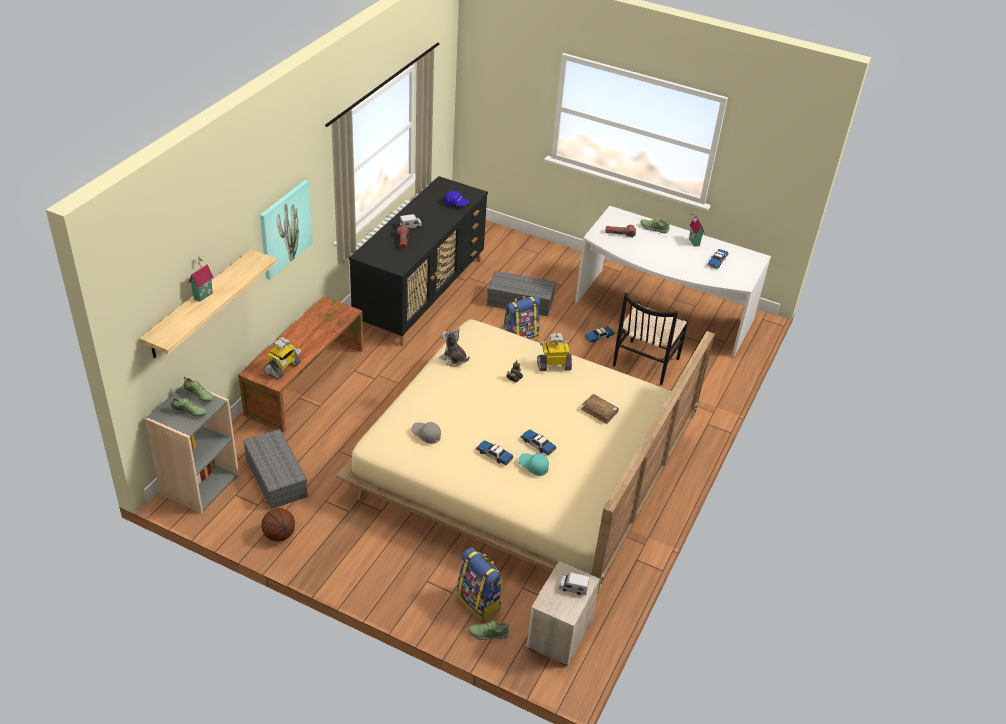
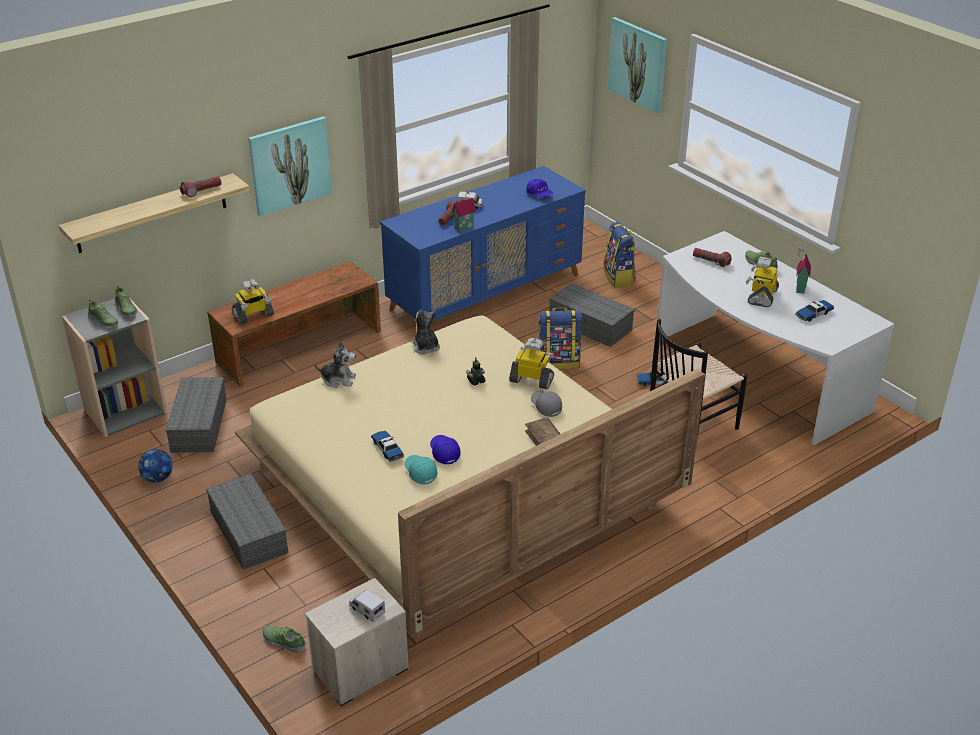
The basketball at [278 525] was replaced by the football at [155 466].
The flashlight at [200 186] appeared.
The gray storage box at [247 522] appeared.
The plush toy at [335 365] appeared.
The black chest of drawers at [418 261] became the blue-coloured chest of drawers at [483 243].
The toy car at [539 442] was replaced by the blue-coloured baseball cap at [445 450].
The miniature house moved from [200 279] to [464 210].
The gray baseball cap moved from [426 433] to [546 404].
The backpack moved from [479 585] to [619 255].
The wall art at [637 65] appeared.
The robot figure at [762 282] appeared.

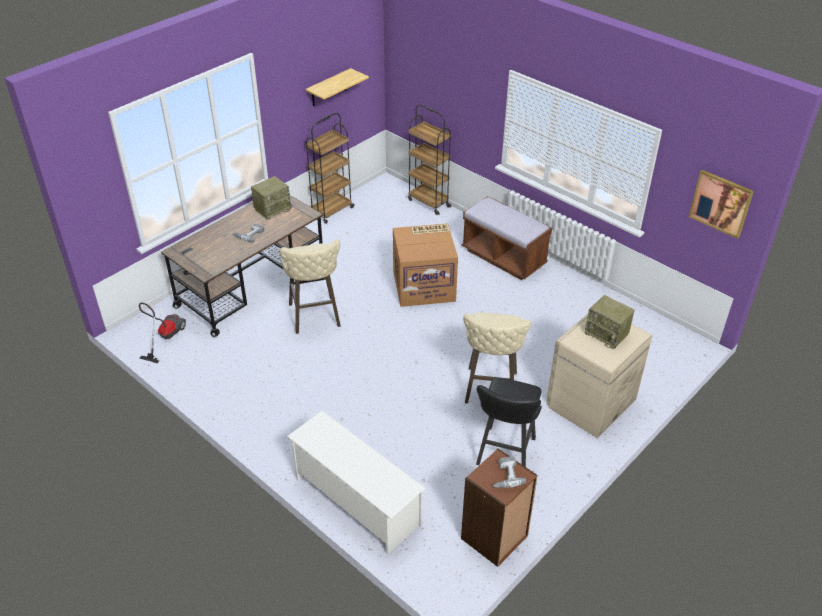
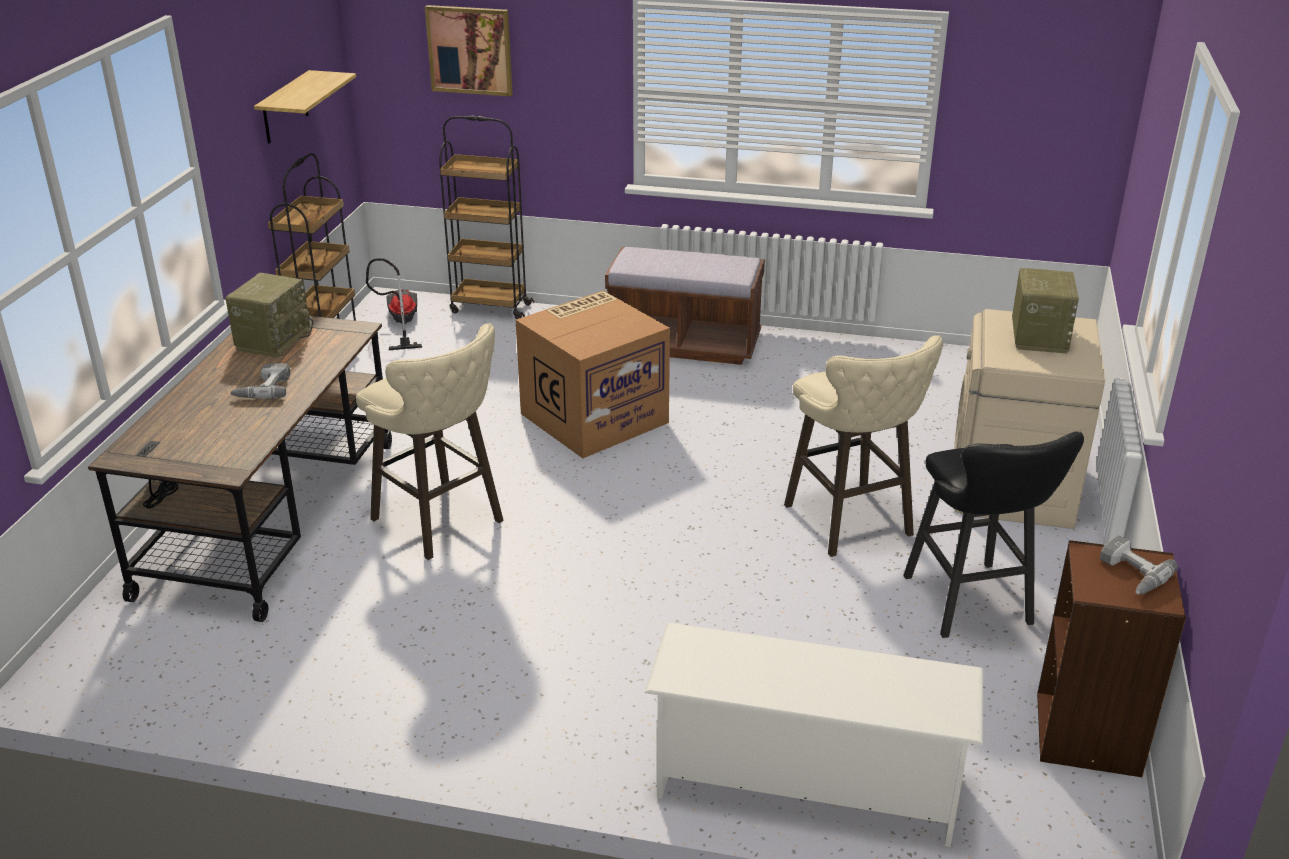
The hoover moved from [162 333] to [394 304].
The wall art moved from [721 204] to [469 50].
The radio set at [610 322] turned 90 degrees counterclockwise.

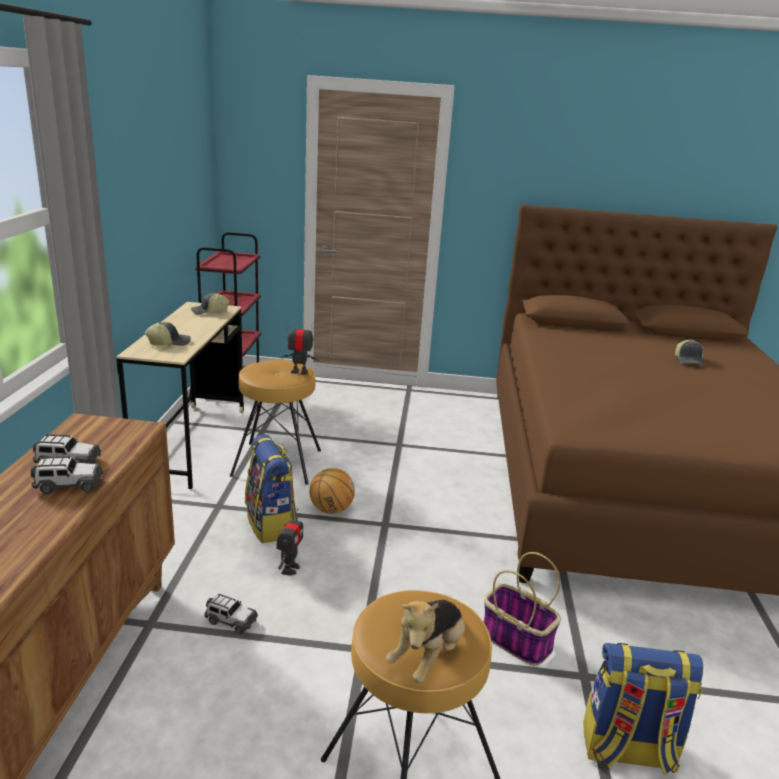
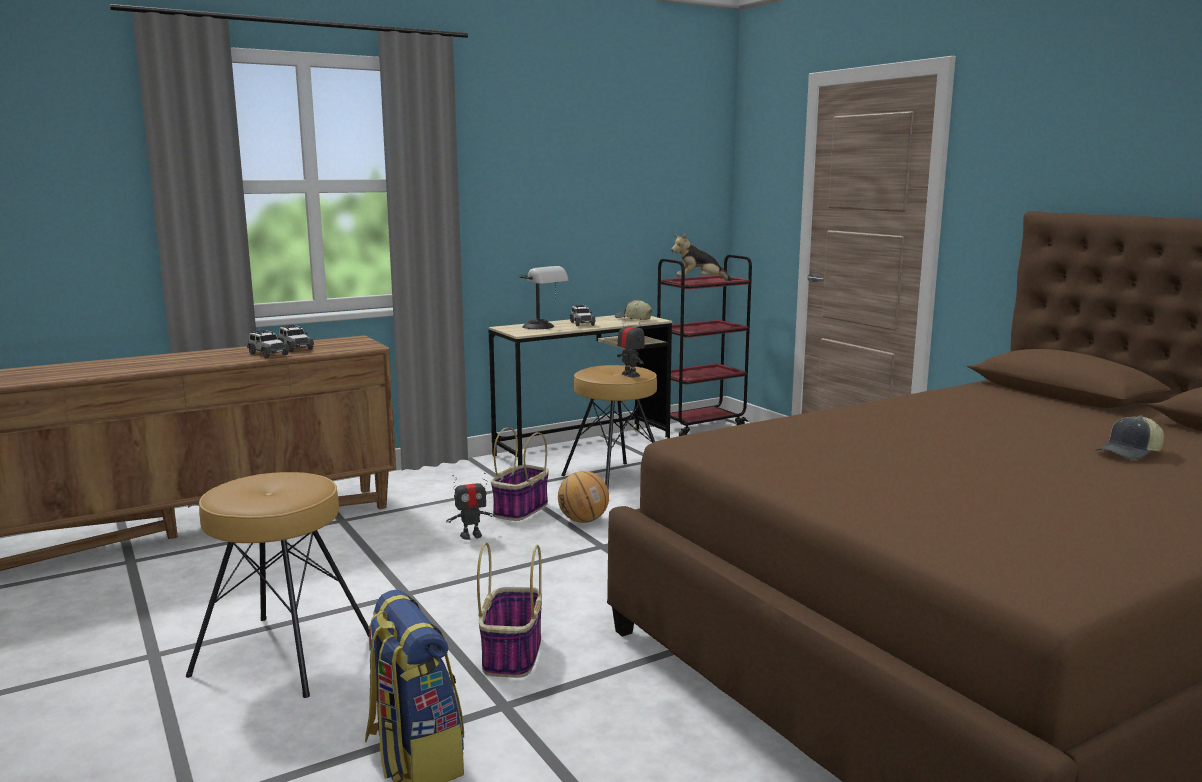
The backpack at [271 488] was replaced by the storage basket at [520 474].
The baseball cap at [168 334] was replaced by the lamp for a table at [543 297].
The toy car moved from [231 614] to [583 315].
The plush toy moved from [425 641] to [702 257].

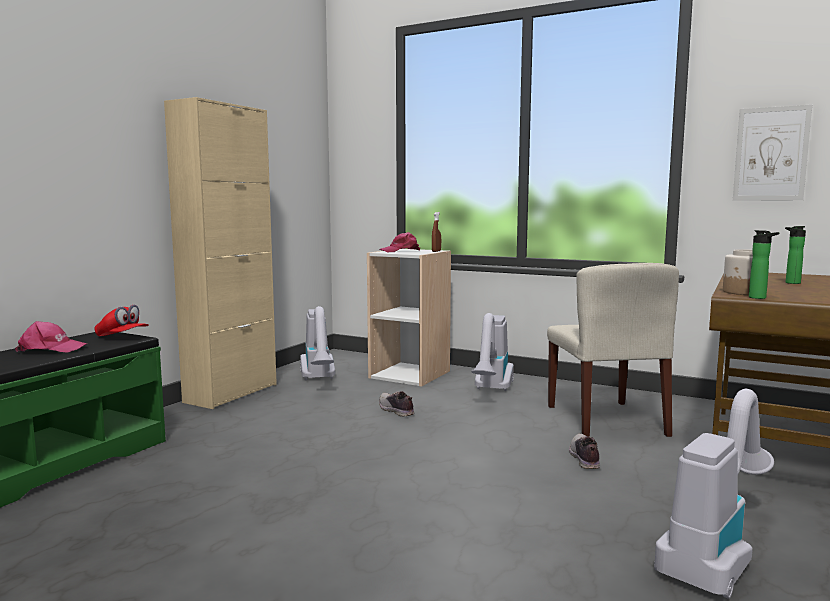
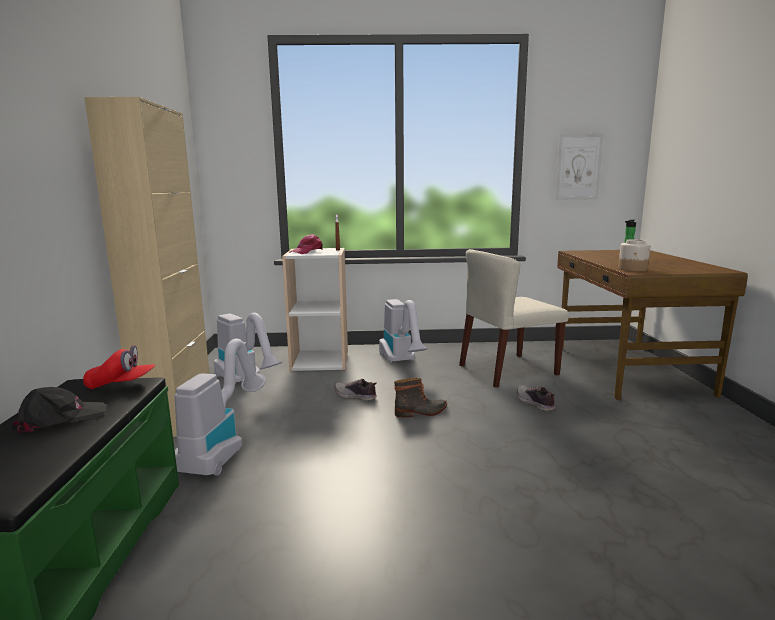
The pink-coloured baseball cap at [51 337] became the black baseball cap at [59 410].
The hoover moved from [714 494] to [220 407].
The tall boot at [420 398] appeared.
The beige-coloured plain chair at [613 350] turned 105 degrees clockwise.
The drink bottle at [764 264] disappeared.

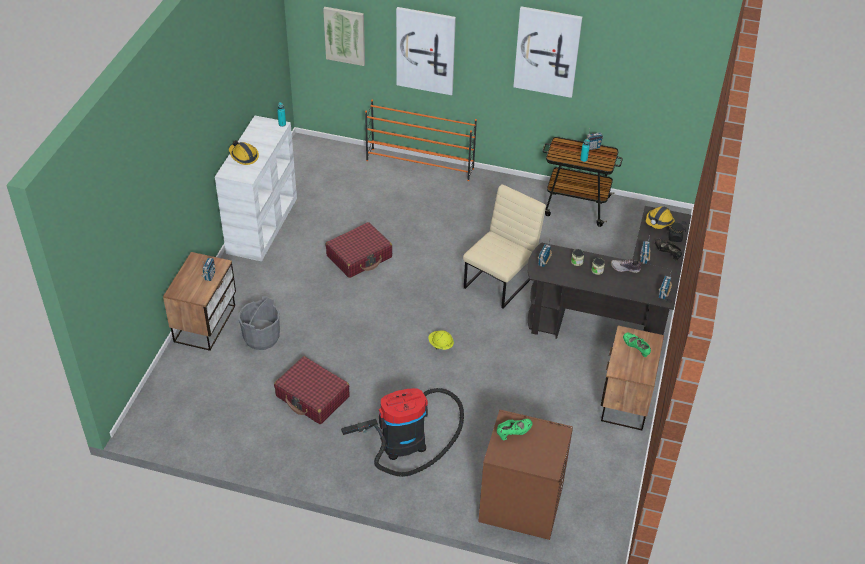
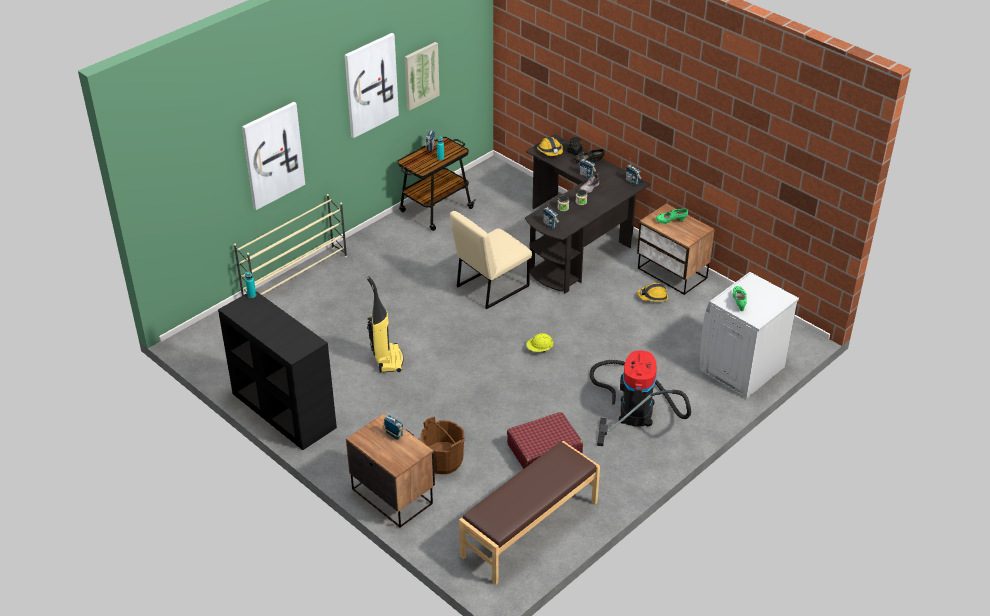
The whitish bookshelf at [256 188] became the black bookshelf at [277 370].
The orange shoe stand at [421 140] became the beige-coloured shoe stand at [290 245].
The reddish travel case at [359 250] was replaced by the hoover at [385 324].
The wall art moved from [344 36] to [422 76].
The gray pail at [259 323] became the brown pail at [443 445].
The beige-coloured plain chair at [504 246] turned 105 degrees counterclockwise.
The brown indoor bench at [529 513] appeared.
The hard hat moved from [244 152] to [652 292].
The brown laundry machine at [525 475] became the whitish laundry machine at [749 335].

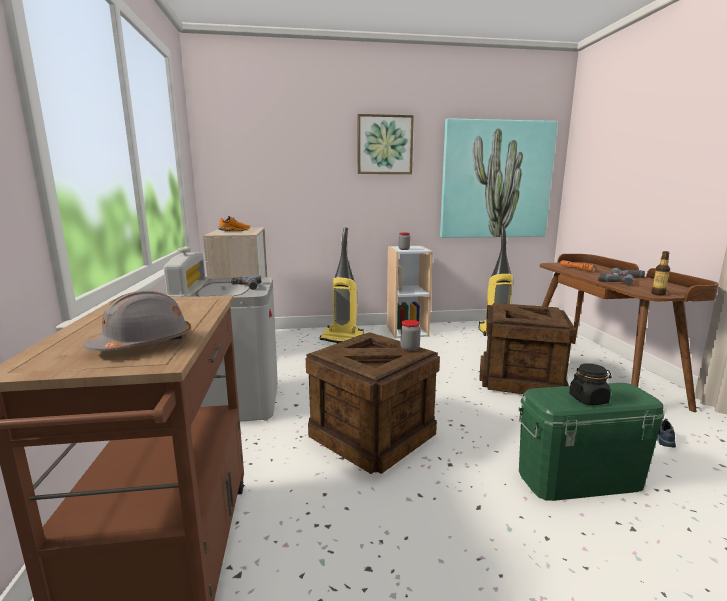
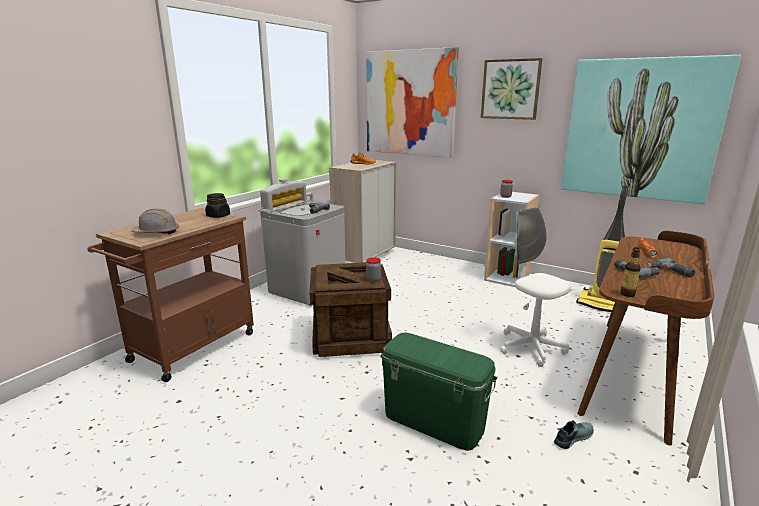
The black preserve jar moved from [590 384] to [217 205].
The wall art at [412 102] appeared.
The packing crate at [527 348] was replaced by the whitish office chair at [535 287].
The hoover at [342 285] disappeared.

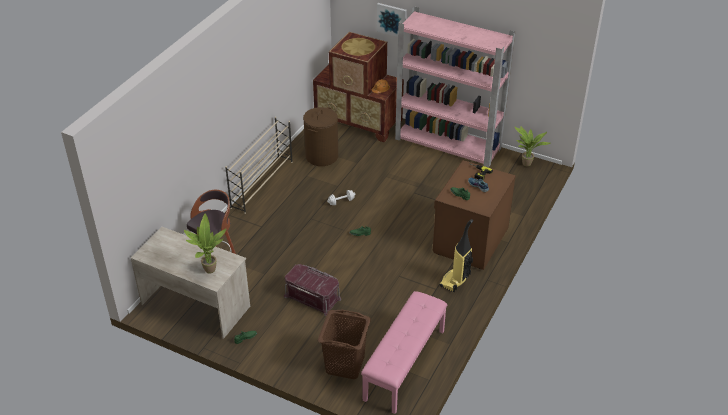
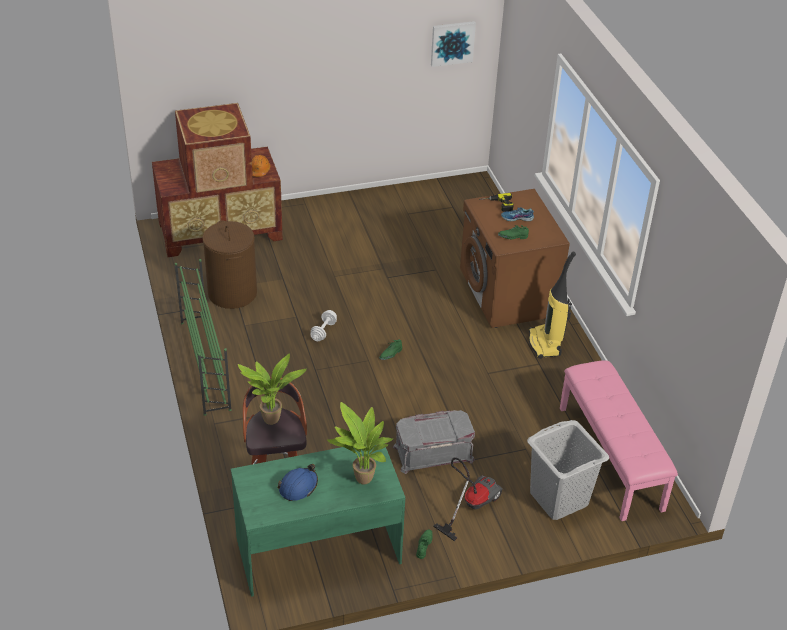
The beige-coloured shoe stand at [259 165] became the green-coloured shoe stand at [203 337].
The beige-coloured desk table at [190 283] became the green-coloured desk table at [318 521].
The plant in a pot moved from [532 146] to [272 389].
The blue-coloured hard hat at [298 482] appeared.
The reddish storage box at [312 290] became the gray storage box at [434 442].
The wall art moved from [392 21] to [453 44].
The hoover at [468 499] appeared.
The brown laundry basket at [344 344] became the gray laundry basket at [568 470].
The pink-coloured bookshelf at [455 87] disappeared.

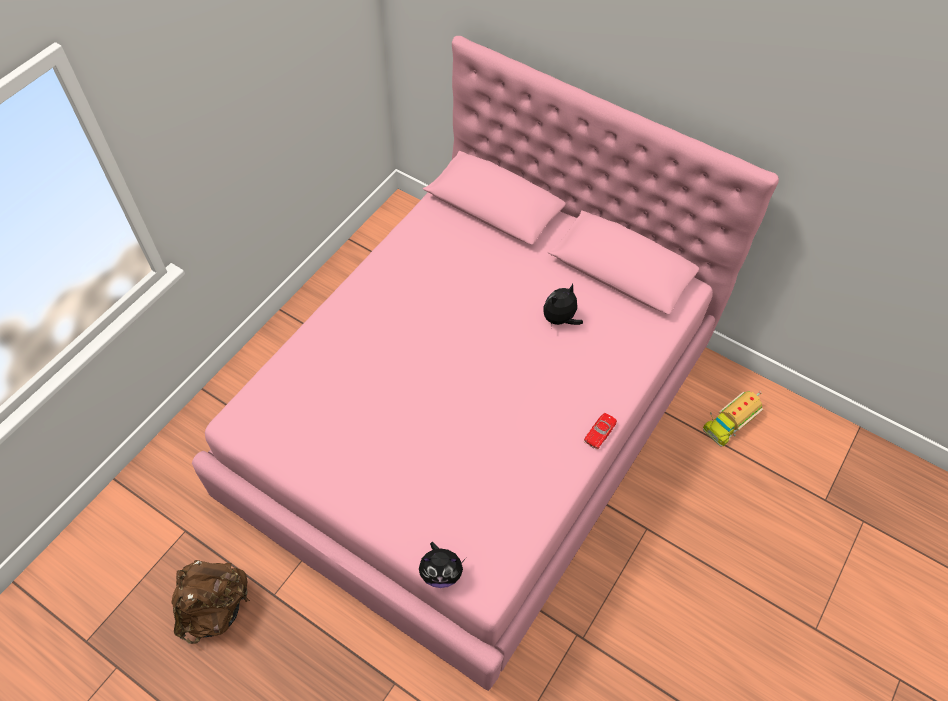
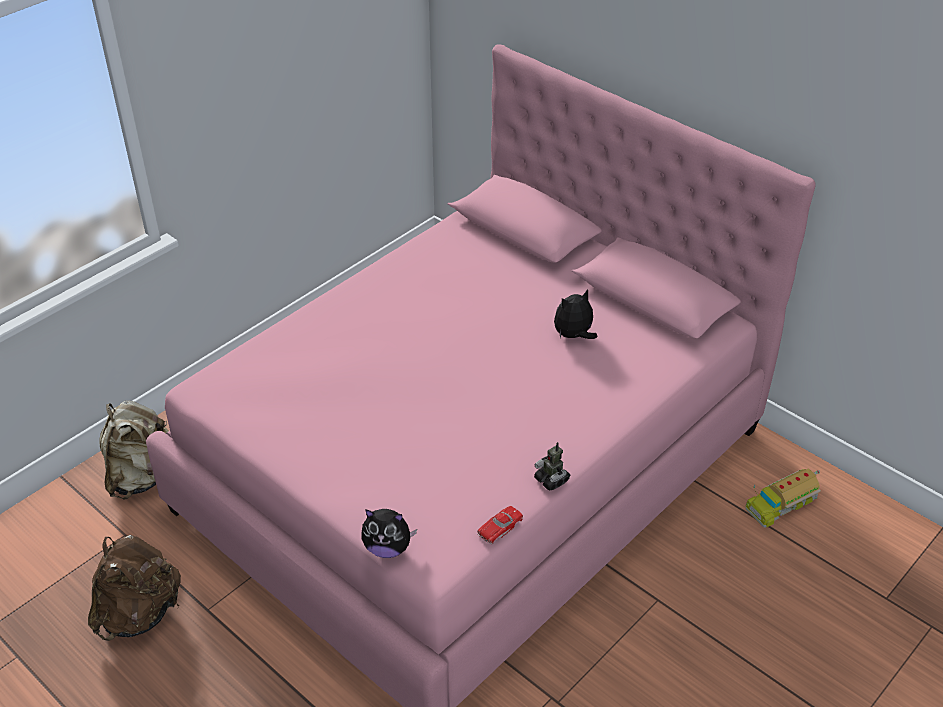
The beige-coloured backpack at [133 450] appeared.
The reddish toy car moved from [600 431] to [500 525].
The robot figure at [552 466] appeared.

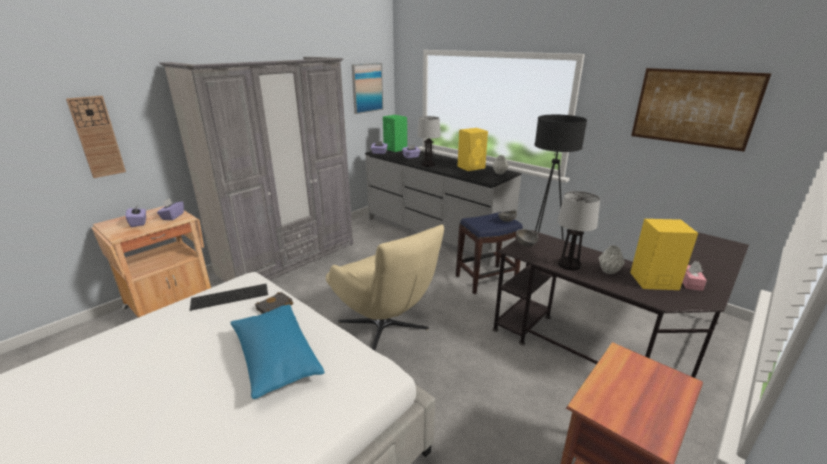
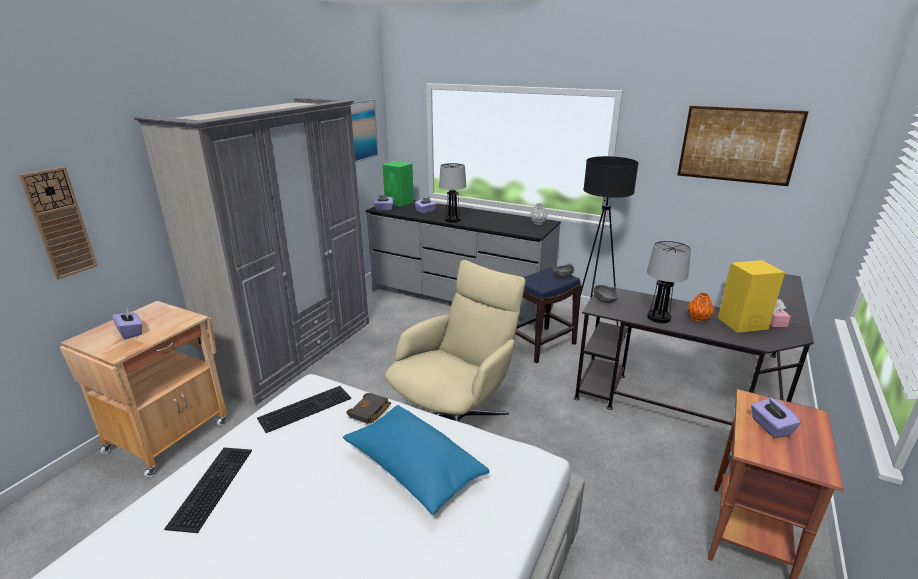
The computer keyboard at [208 490] appeared.
The beige-coloured lounge chair at [385 288] turned 90 degrees counterclockwise.
The gray decorative vase at [612 259] became the orange decorative vase at [701 307].
The purple-coloured tissue holder moved from [170 209] to [776 418].
The yellowish loudspeaker at [472 149] disappeared.

